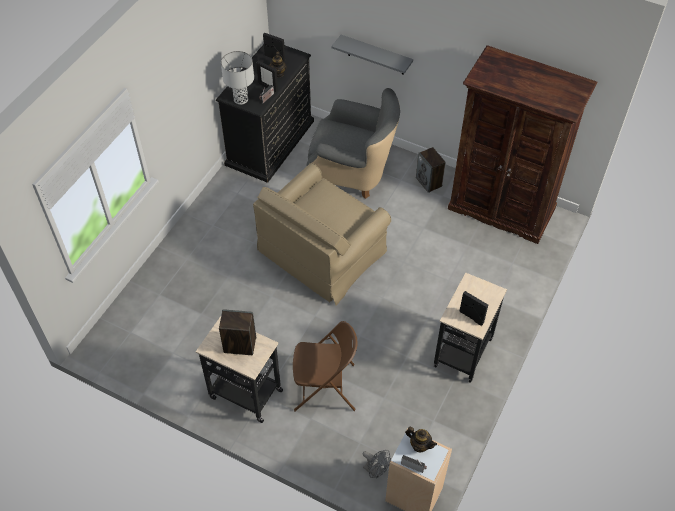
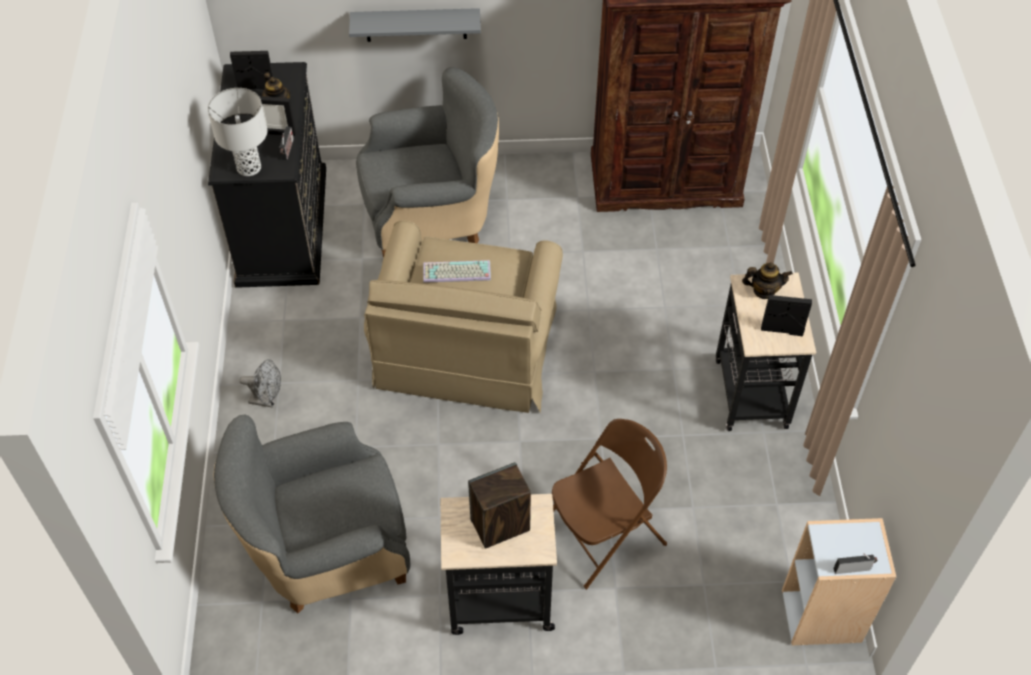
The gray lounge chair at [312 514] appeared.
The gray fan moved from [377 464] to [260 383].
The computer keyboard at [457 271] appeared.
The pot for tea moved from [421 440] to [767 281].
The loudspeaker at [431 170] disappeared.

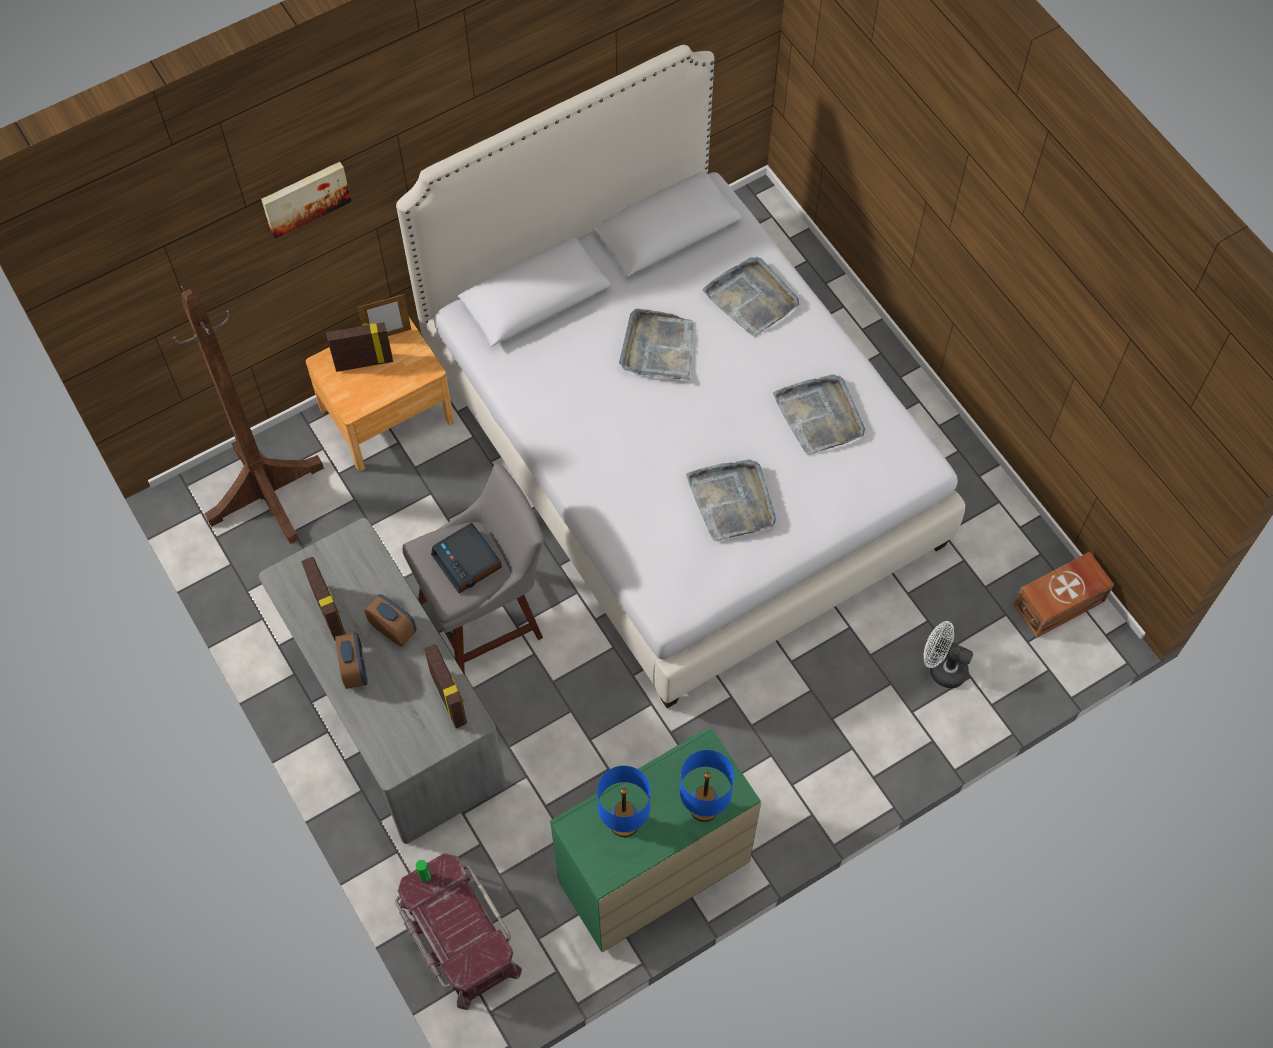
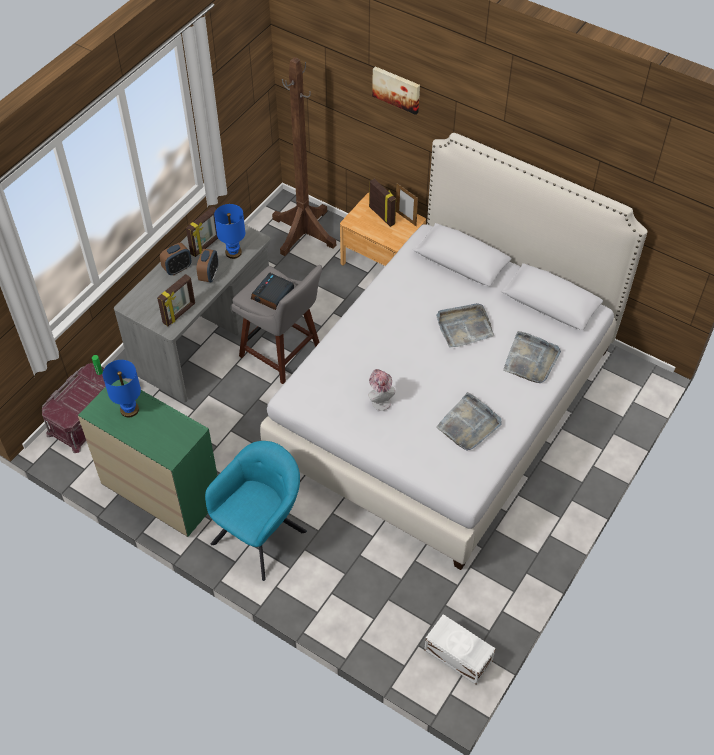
The blue-green lounge chair at [256 511] appeared.
The blue-coloured lamp for a table moved from [707 786] to [229 231].
The gray serving tray at [731 500] was replaced by the hat at [381 390].
The brown storage box at [1064 595] became the whitish storage box at [460 649].
The whitish fan at [948 654] disappeared.

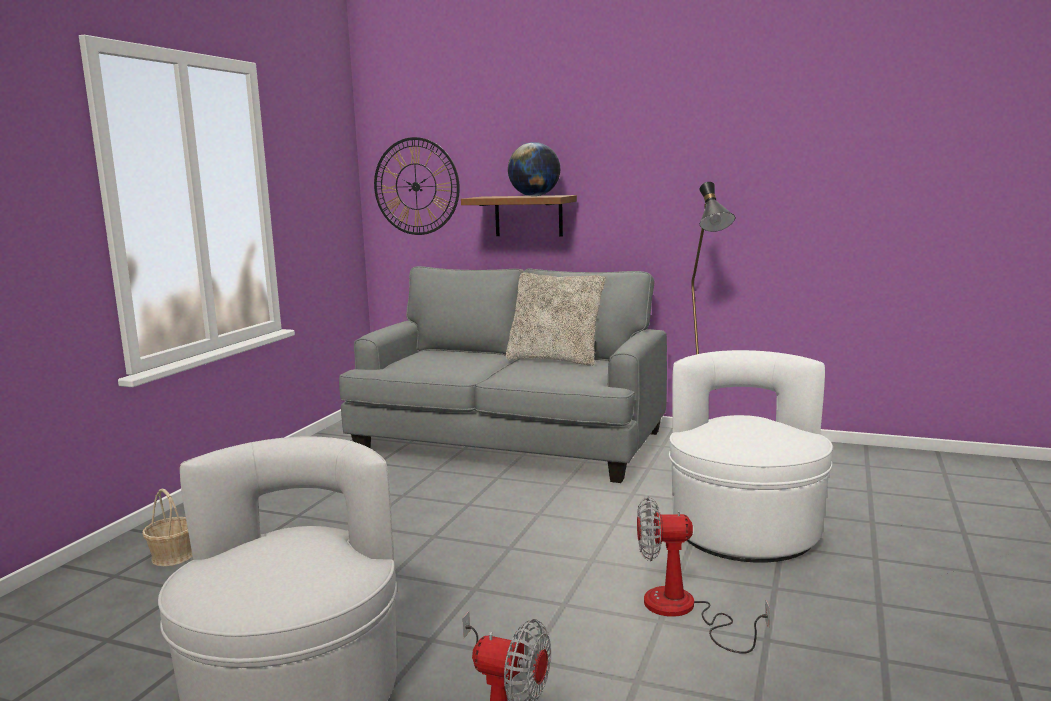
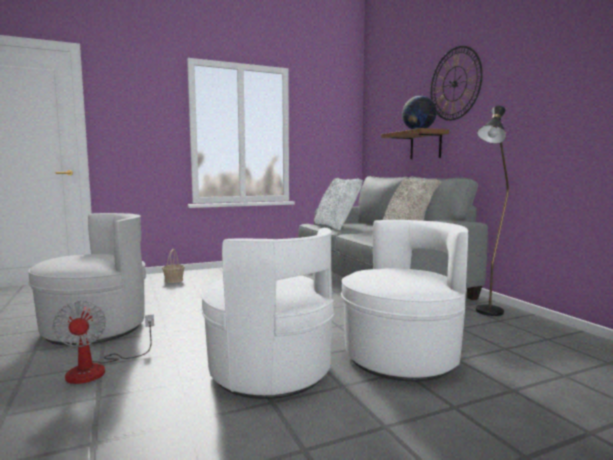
The fan at [703 575] was replaced by the whitish lounge chair at [267 313].
The whitish cushion at [338 204] appeared.
The wall clock moved from [417 186] to [457 83].

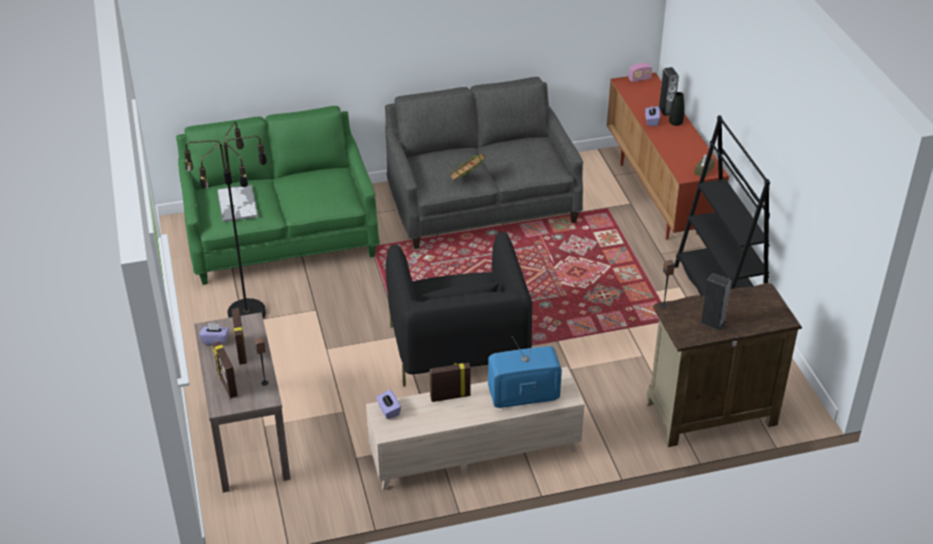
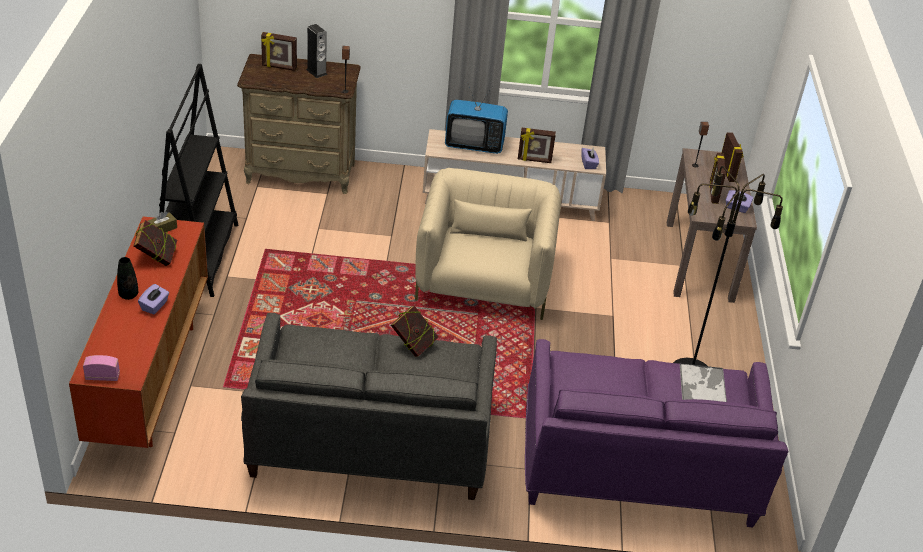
The book at [155 243] appeared.
The picture frame at [279 51] appeared.
The black lounge chair at [459 309] became the beige-coloured lounge chair at [488 244].
The green-coloured couch at [278 195] became the purple-coloured couch at [657 433].
The loudspeaker at [669 91] disappeared.

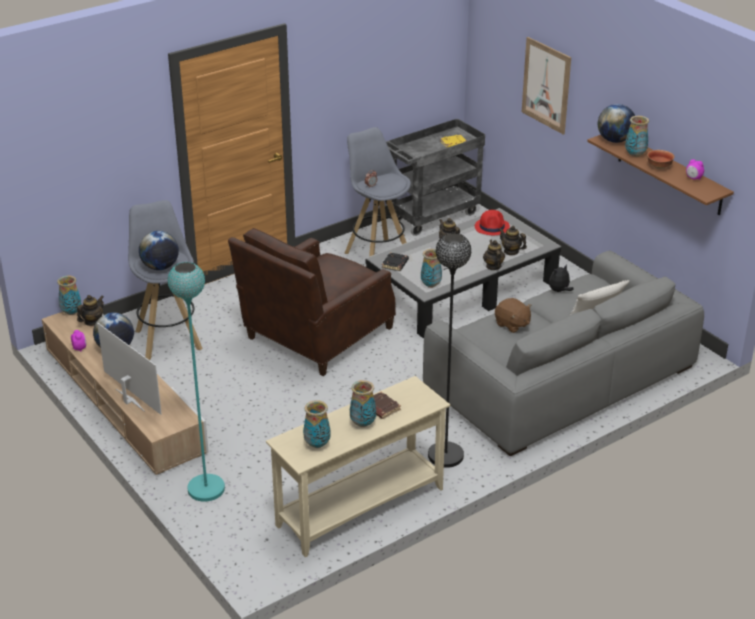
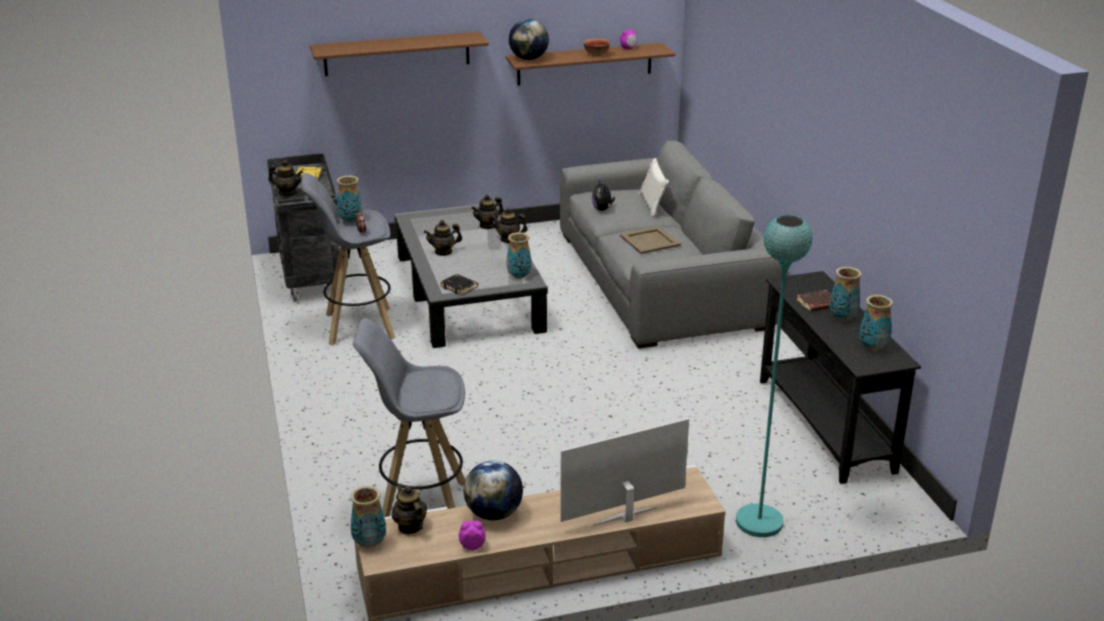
The pot for tea at [285 178] appeared.
The wall art at [546 86] was replaced by the brown wall shelf at [399 54].
The decorative vase moved from [637 136] to [350 199].
The brown plush toy at [513 315] was replaced by the beige-coloured serving tray at [650 240].
The beige-coloured console table at [358 466] became the black console table at [840 377].
The globe at [159 250] disappeared.
The brown lounge chair at [312 302] disappeared.
The black floor lamp at [449 350] disappeared.
The reddish hat at [492 222] disappeared.

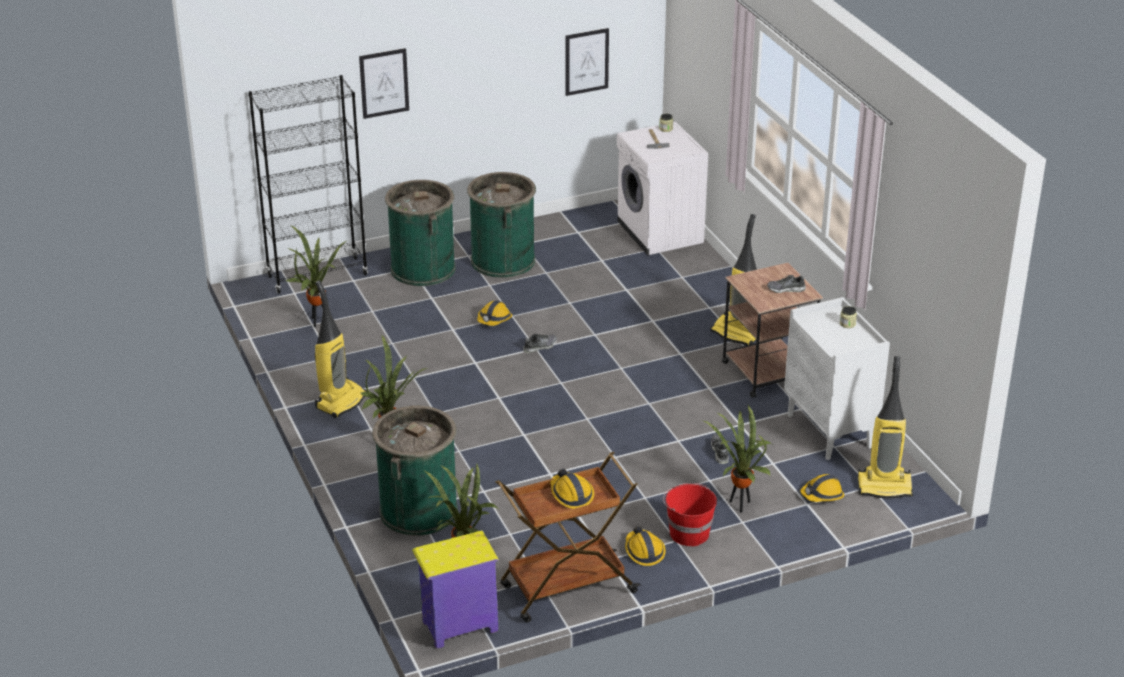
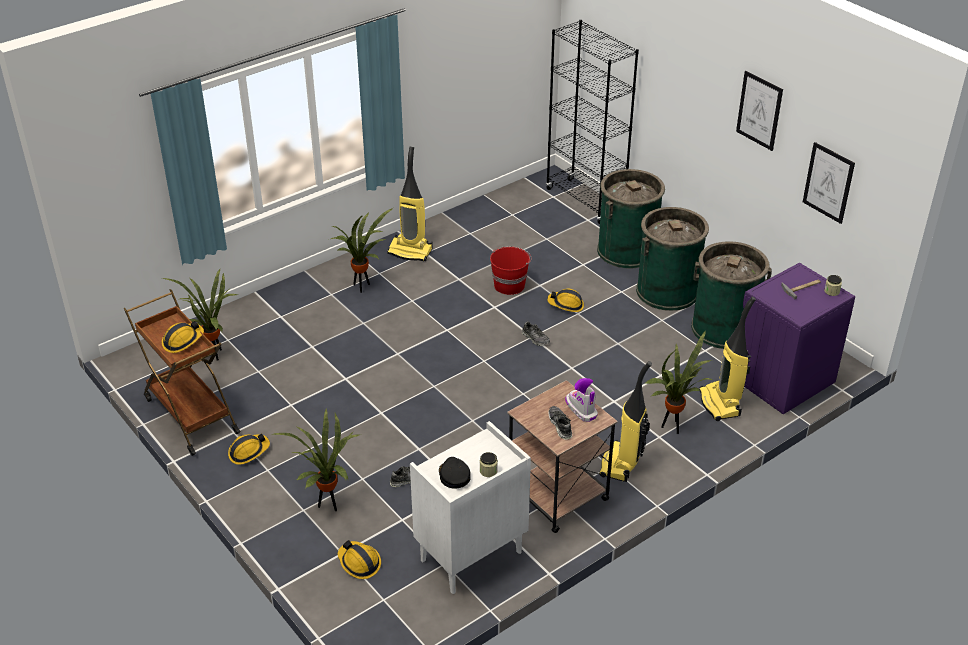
The black baseball cap at [455 472] appeared.
The reddish pail moved from [690 514] to [511 270].
The tall boot at [581 400] appeared.
The plant in a pot moved from [316 276] to [679 382].
The green-coloured trash can moved from [415 471] to [731 295].
The hoover moved from [885 427] to [727 359].
The wall art moved from [384 83] to [759 111].
The whitish laundry machine at [662 188] became the purple-coloured laundry machine at [799 338].
The bedside table at [455 589] disappeared.

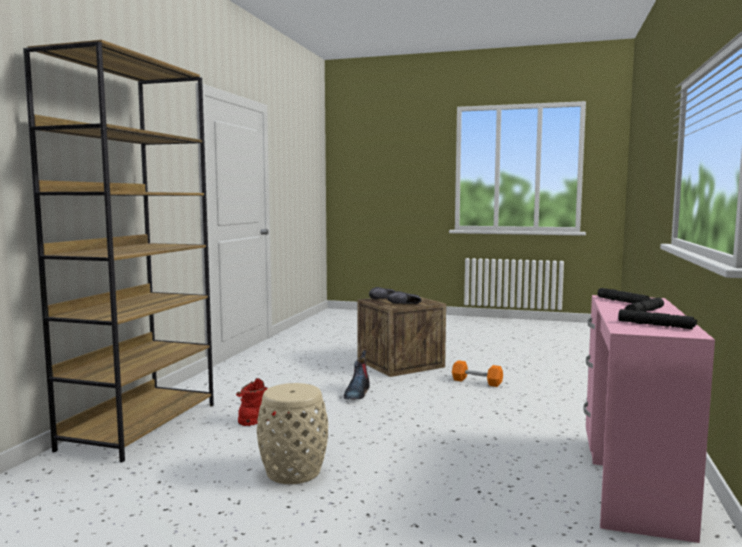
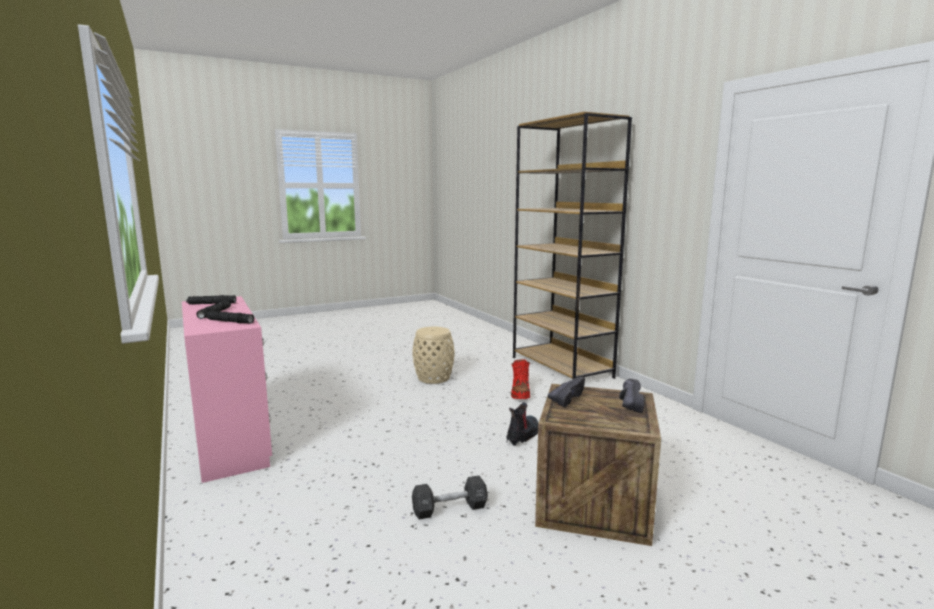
The orange hand weight at [477 373] became the black hand weight at [450 497].
The tall boot at [356 375] turned 60 degrees clockwise.

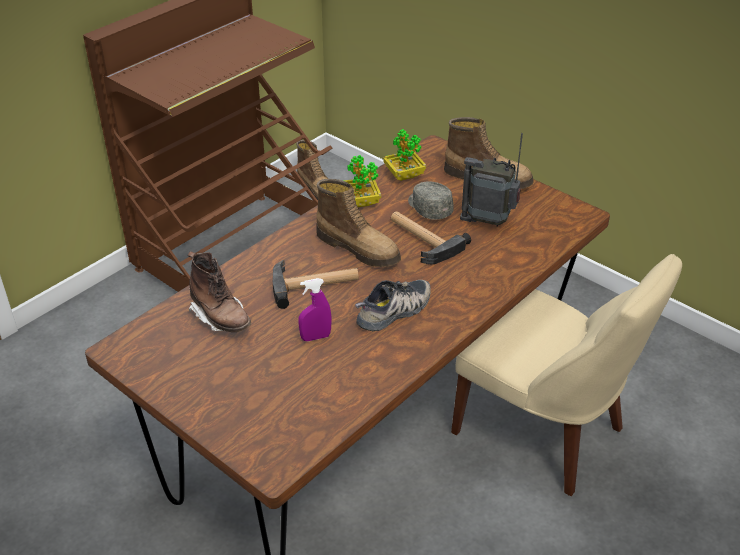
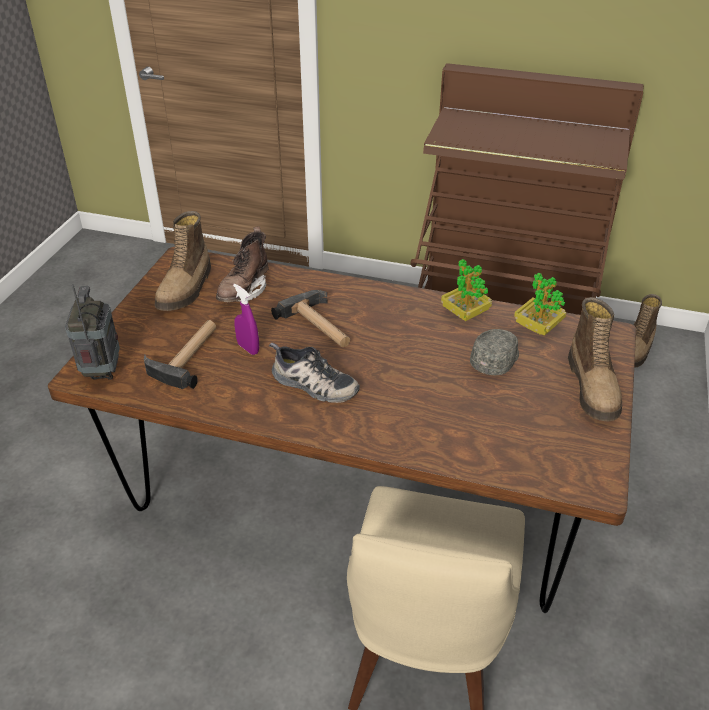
The radio set moved from [491 180] to [92 332].
The tool hammer moved from [431 237] to [180 354].
The tall boot moved from [358 223] to [183 261].

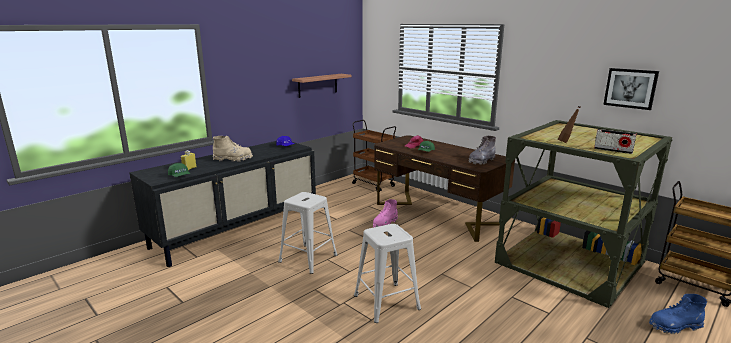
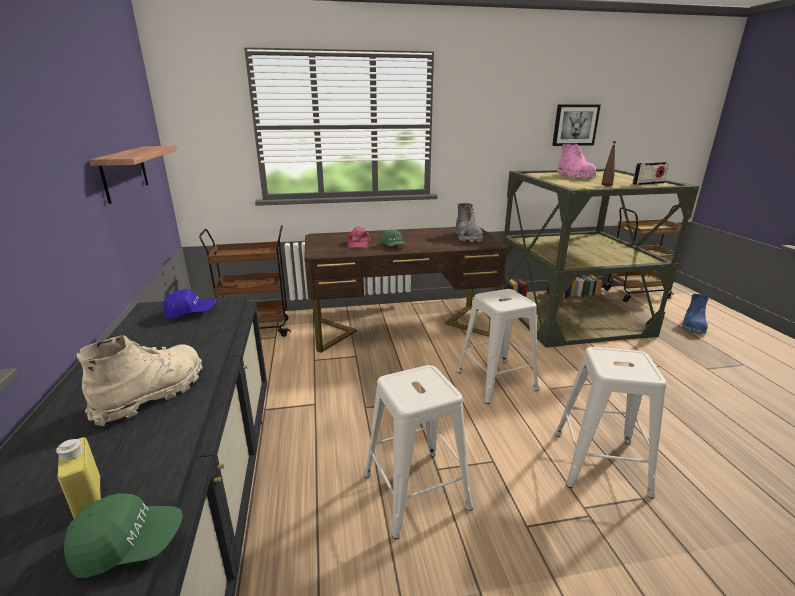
The whitish stool seat at [497 346] appeared.
The pink-coloured tall boot moved from [385 213] to [576 161].

